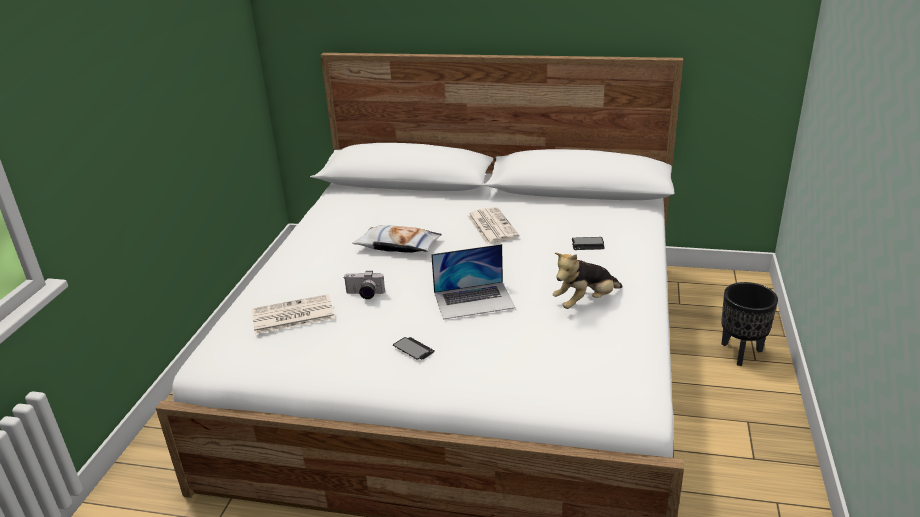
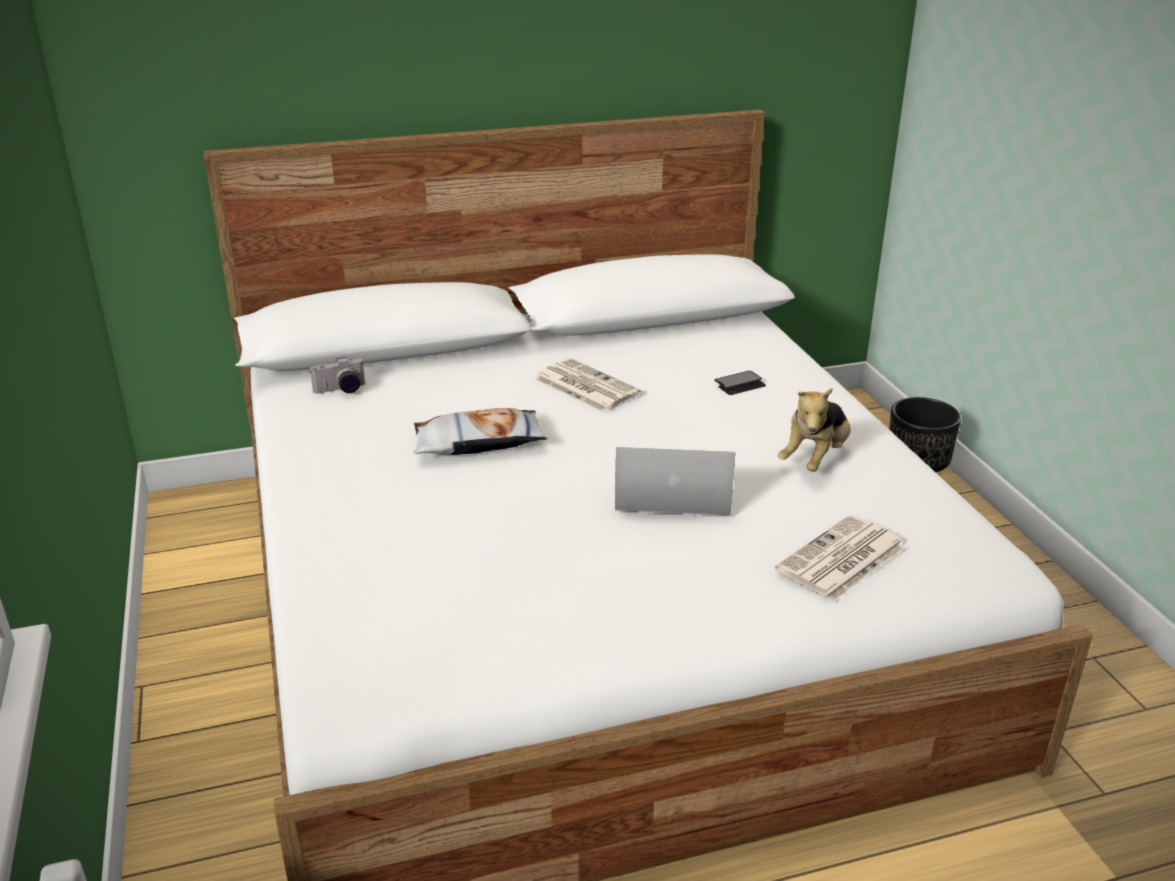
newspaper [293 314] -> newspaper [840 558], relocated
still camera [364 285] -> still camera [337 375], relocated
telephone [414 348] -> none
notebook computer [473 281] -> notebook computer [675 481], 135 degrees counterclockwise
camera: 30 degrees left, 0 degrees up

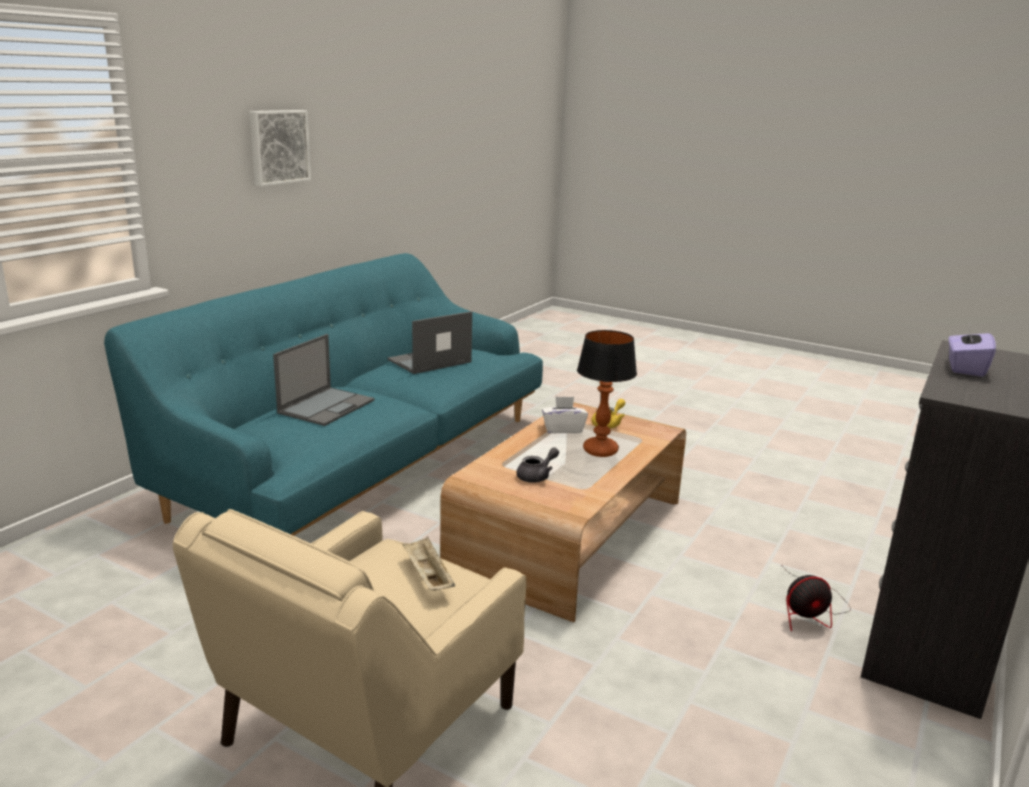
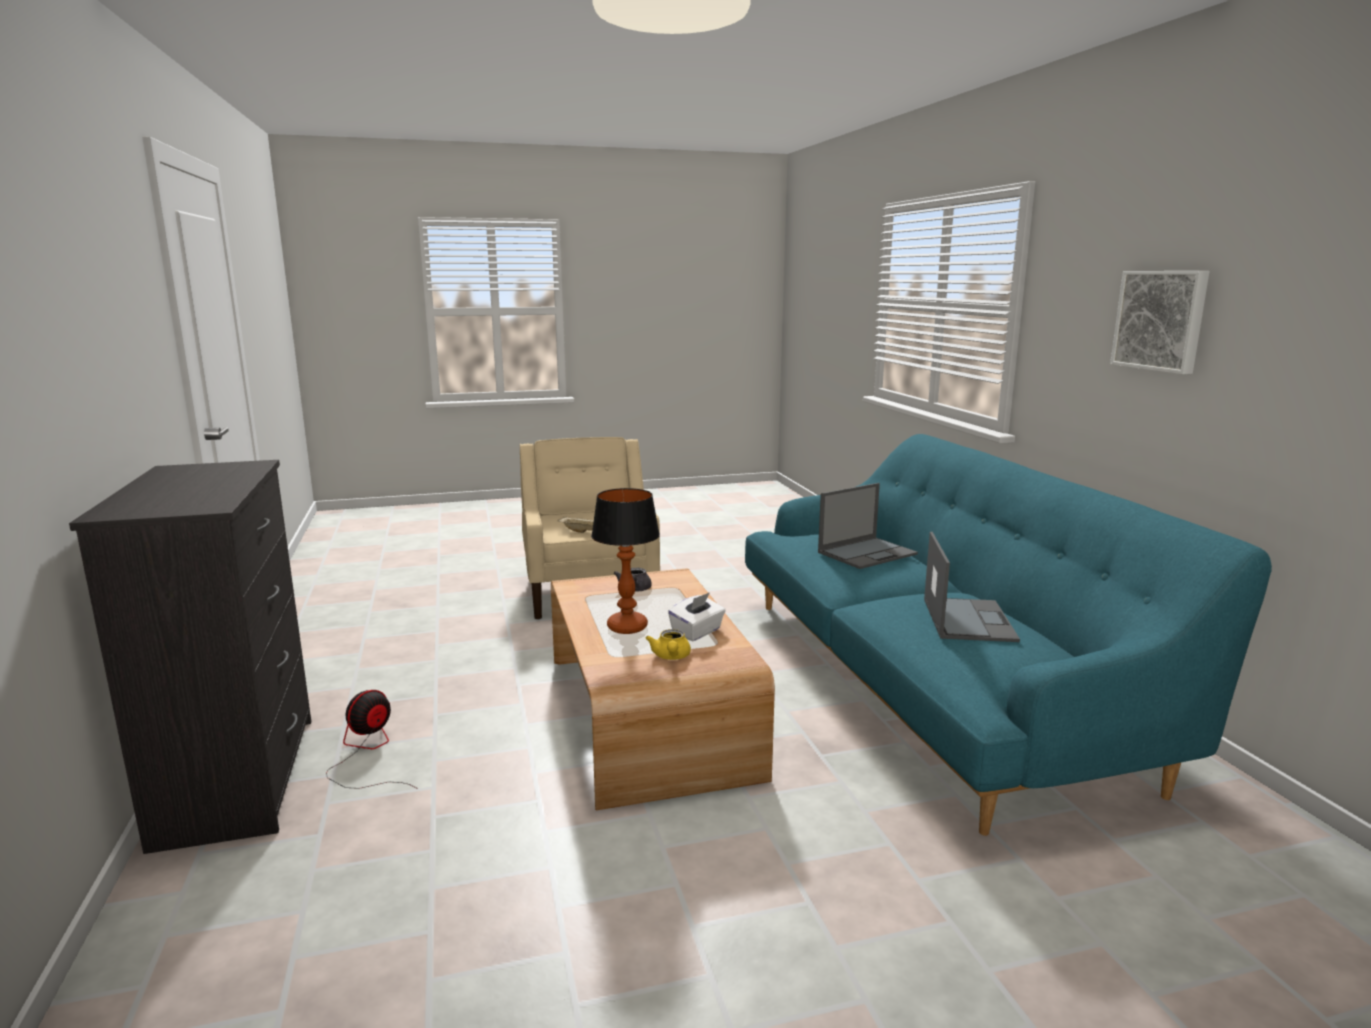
notebook computer [324 380] -> notebook computer [868 526], 105 degrees counterclockwise
tissue holder in purple-coloured [972 350] -> none
camera: 135 degrees right, 5 degrees down

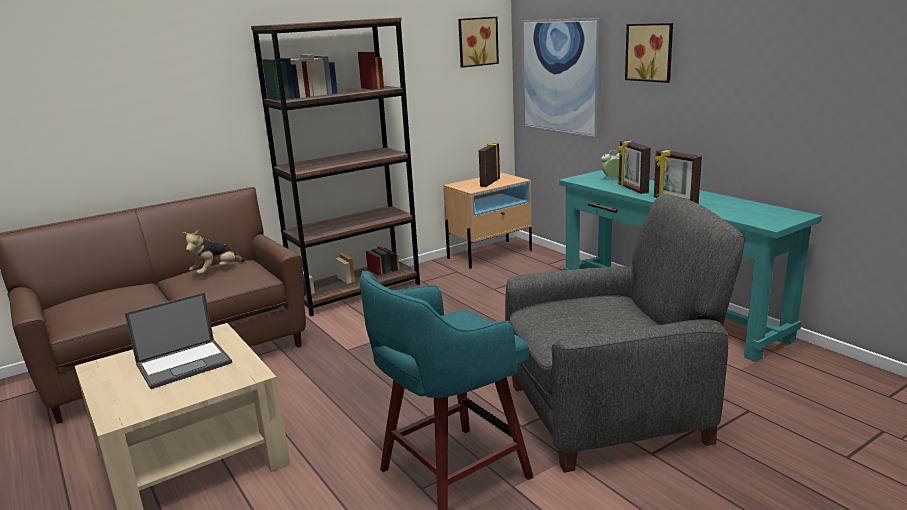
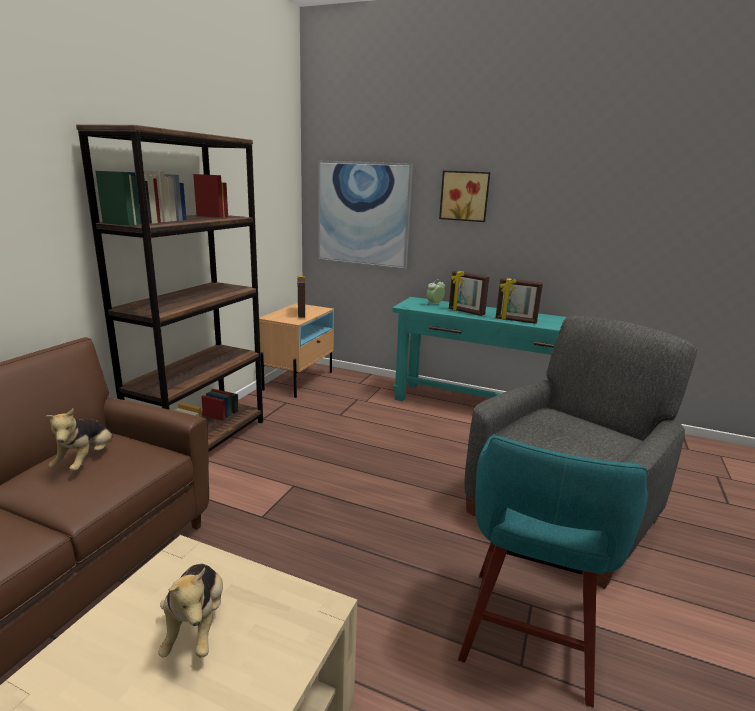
notebook computer [178 340] -> cuddly toy [190 611]
wall picture [478 42] -> none
camera: 35 degrees left, 0 degrees up

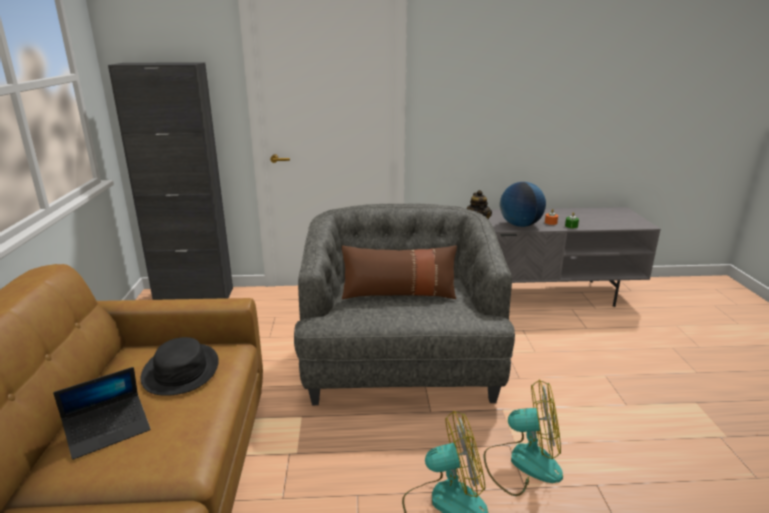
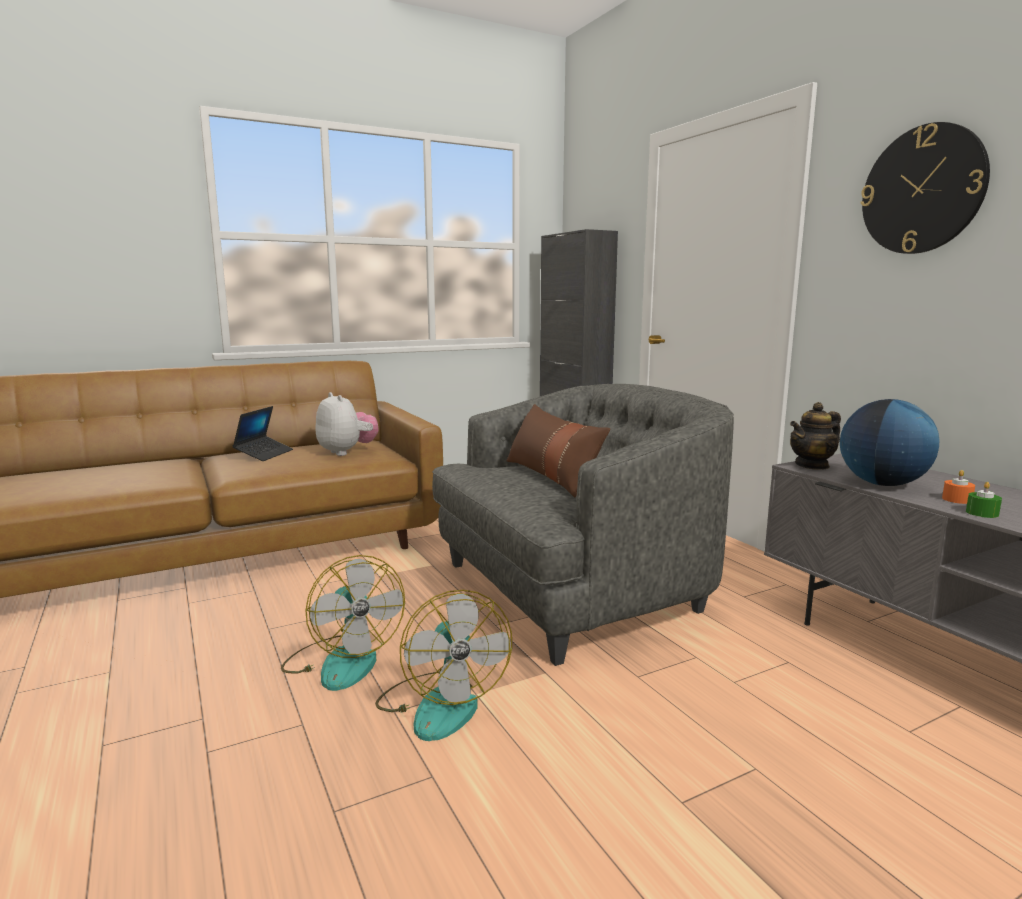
notebook computer [101 413] -> notebook computer [262 433], 105 degrees counterclockwise
clothing hat in black [180 366] -> cuddly toy [347 424]
none -> wall clock [925 188]
camera: 65 degrees right, 10 degrees down

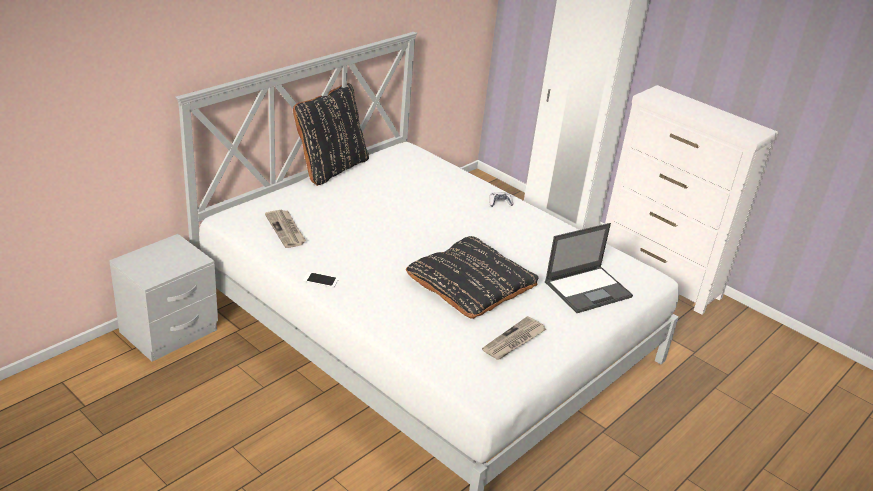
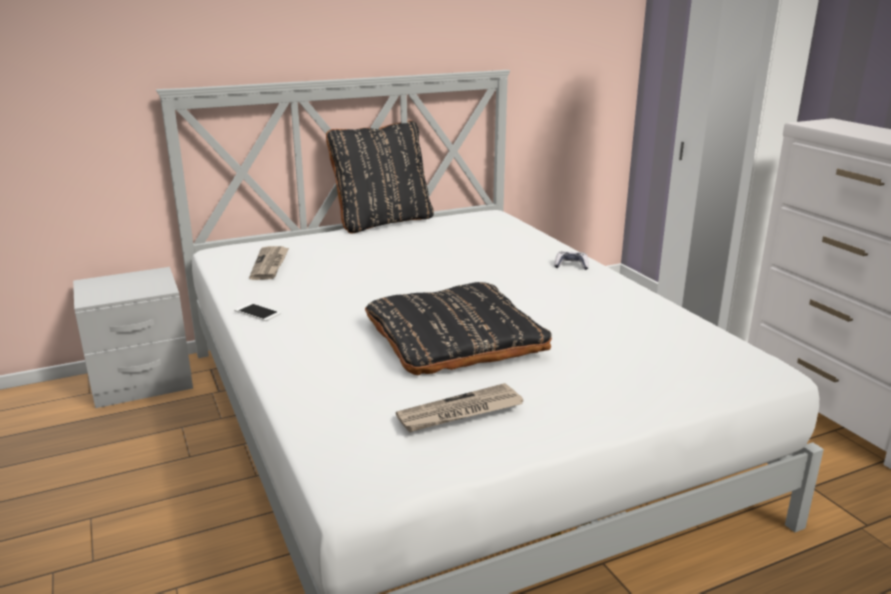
notebook computer [589 268] -> none
camera: 25 degrees right, 10 degrees down

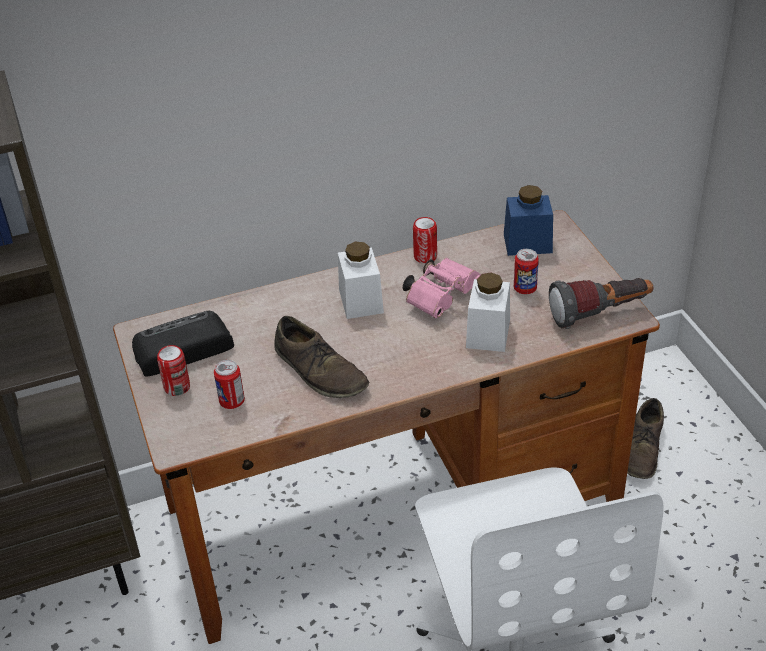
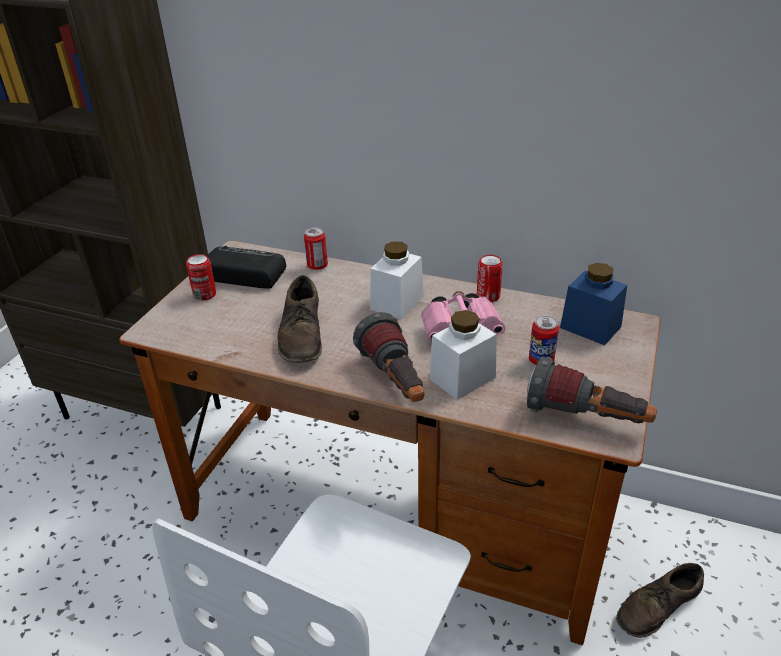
sealed can [229 384] -> sealed can [316 248], relocated
none -> torch [388 357]
camera: 40 degrees right, 5 degrees down

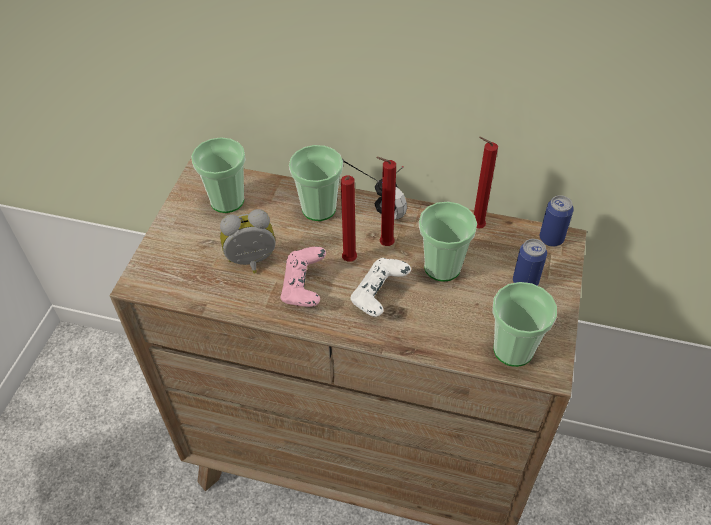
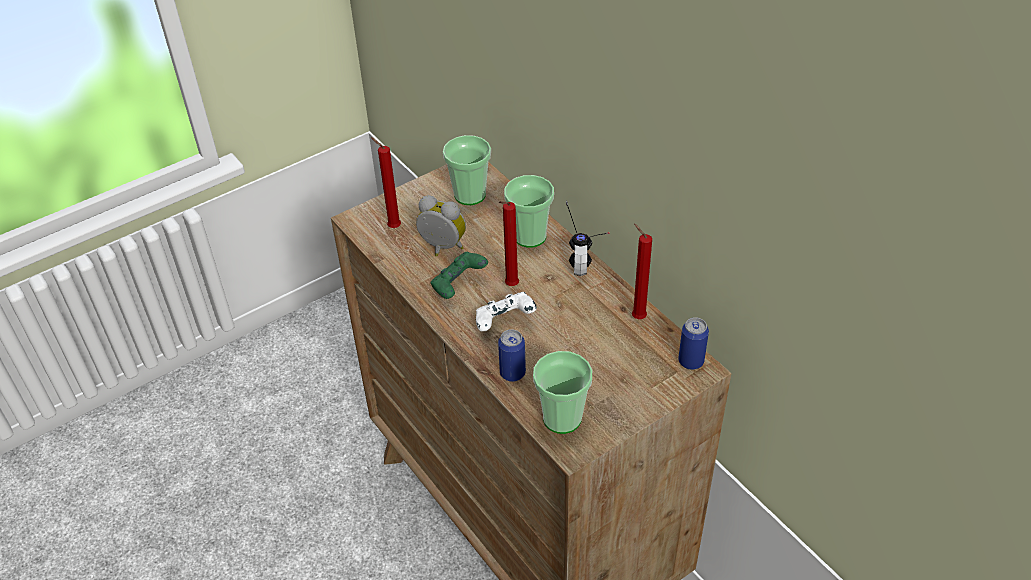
joypad in pink [303 277] -> joypad in green-coloured [459 275]
wax light in red-coloured [386 201] -> wax light in red-coloured [386 182], relocated
drinking cup [448 241] -> none
sealed can [530 262] -> sealed can [512 355], relocated
camera: 40 degrees right, 5 degrees down

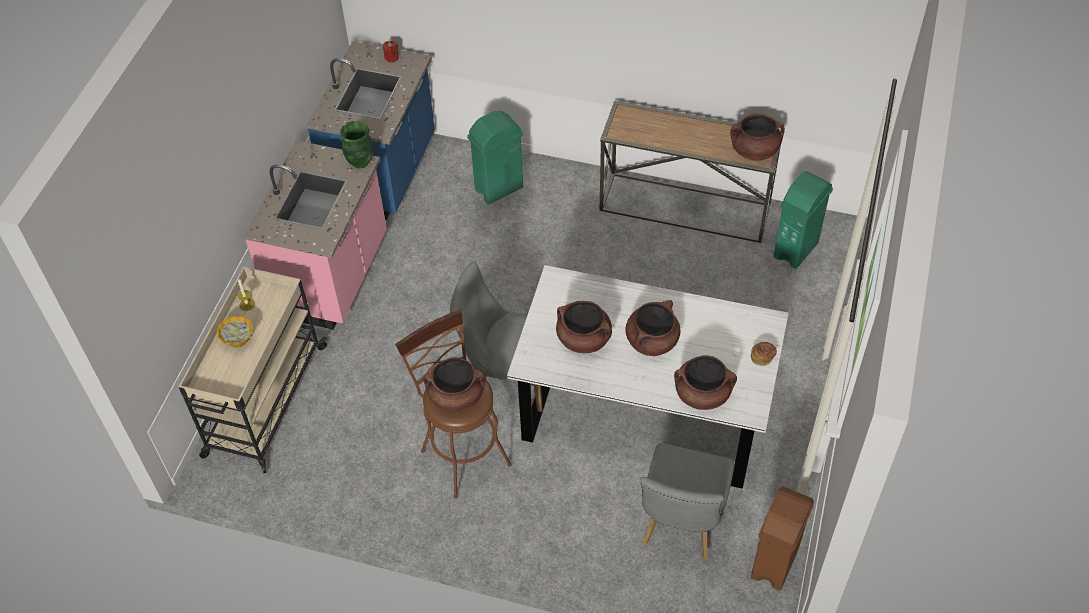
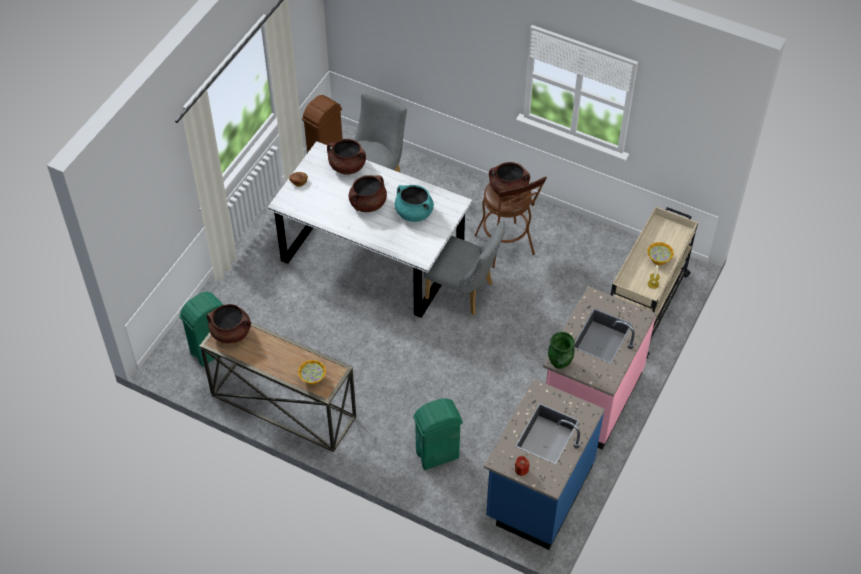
saucepot in brown [584 327] -> saucepot in turquoise-coloured [414 203]
none -> bowl [312 372]
camera: 170 degrees left, 0 degrees up

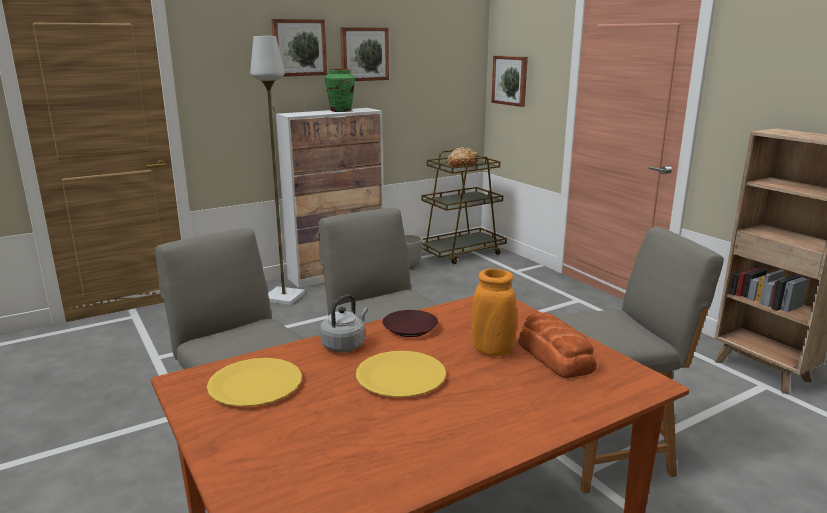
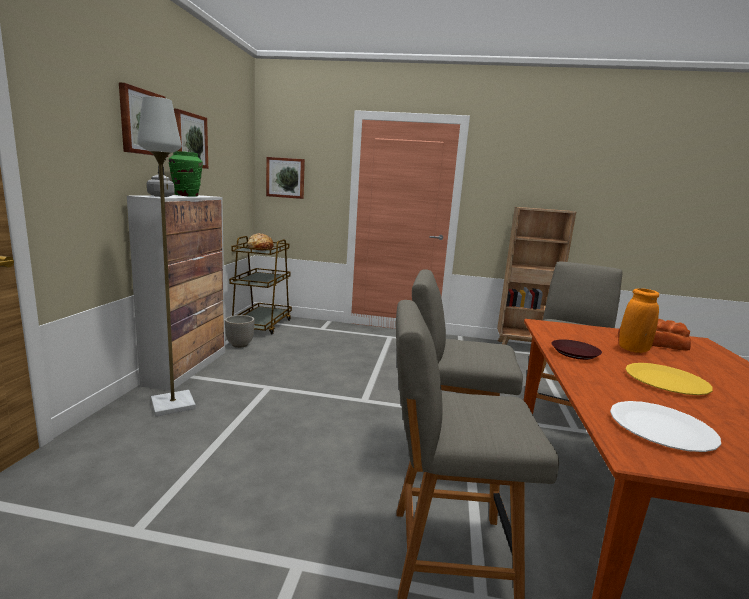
dinner plate in yellow [254 382] -> dinner plate in white-coloured [665 426]
water kettle in greyish [344 323] -> water kettle in greyish [161 181], relocated
camera: 50 degrees left, 5 degrees down

